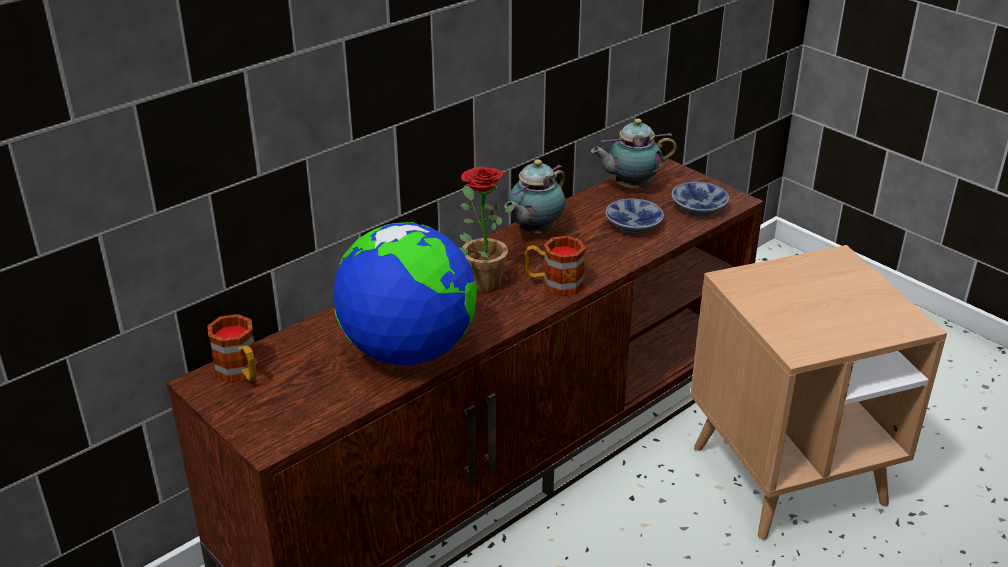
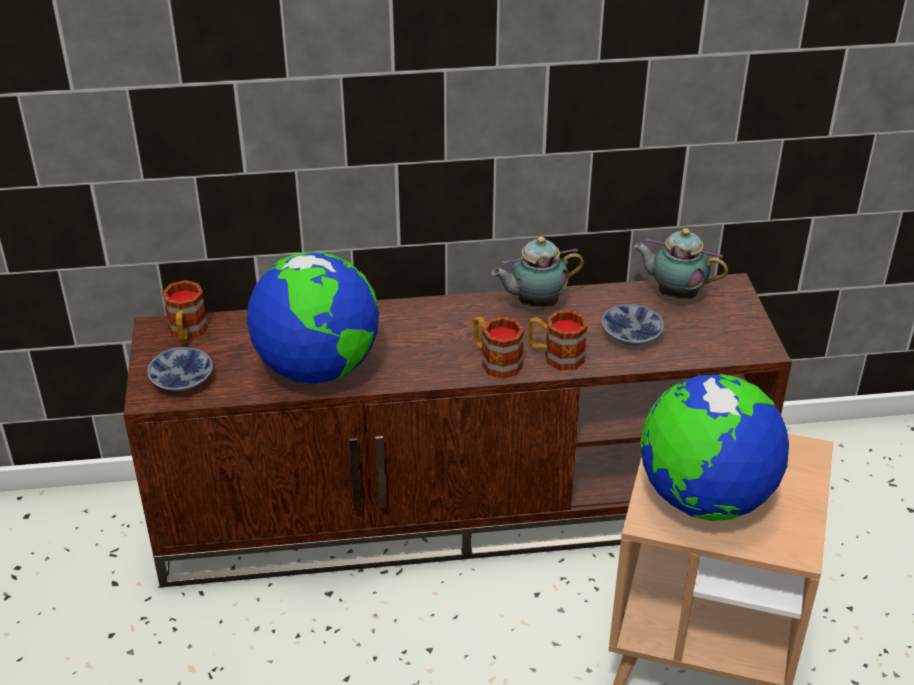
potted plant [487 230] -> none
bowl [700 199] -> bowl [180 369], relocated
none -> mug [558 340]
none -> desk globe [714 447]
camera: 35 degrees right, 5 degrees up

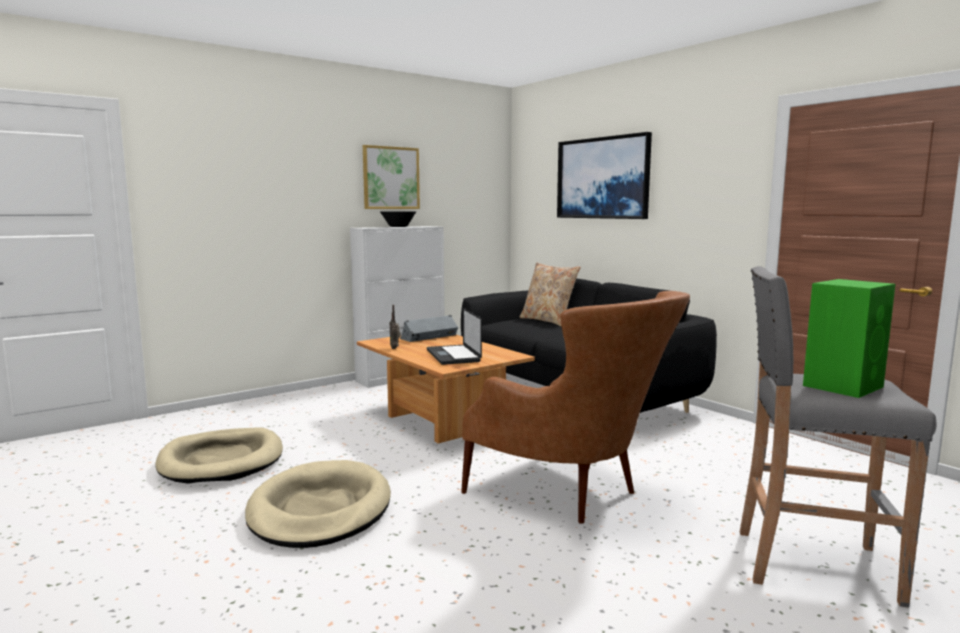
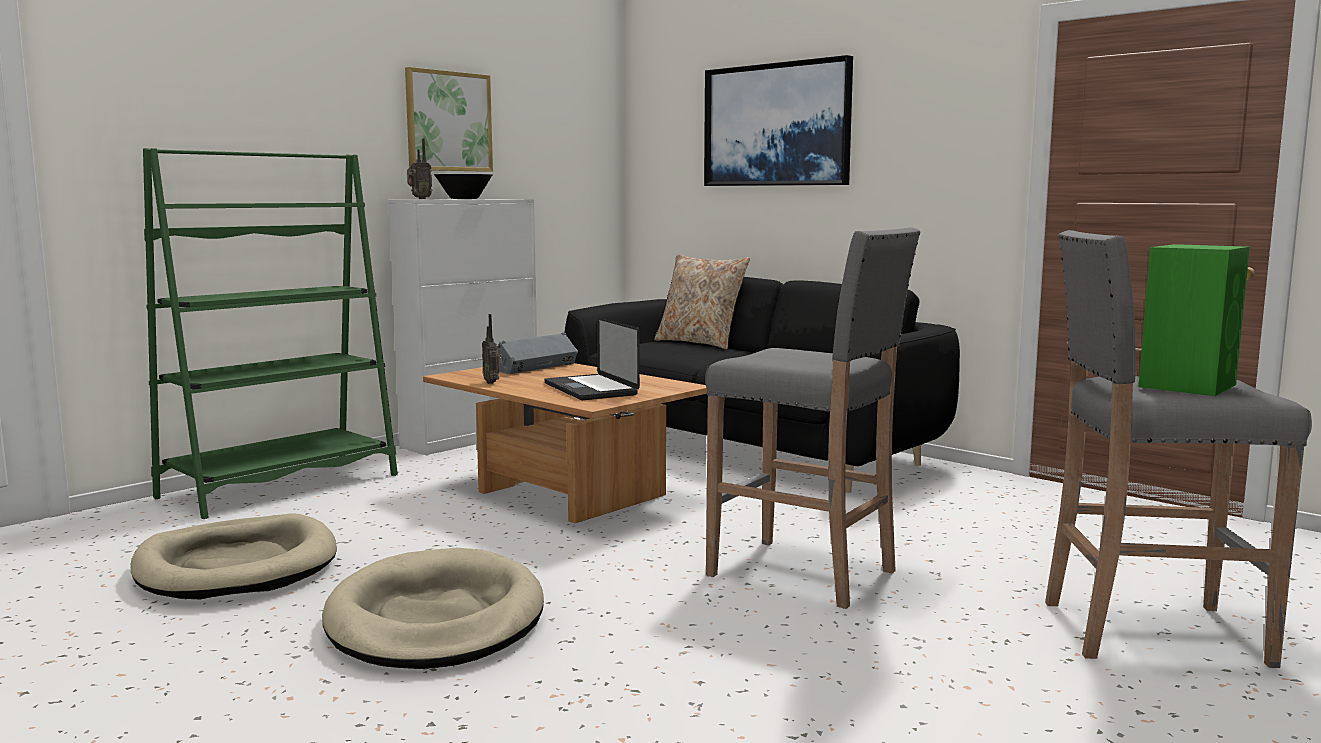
easy chair in brown [575 407] -> stool seat in greyish [812 418]
none -> shelving unit in green-coloured [270 333]
none -> radio receiver [419 169]
camera: 10 degrees left, 0 degrees up

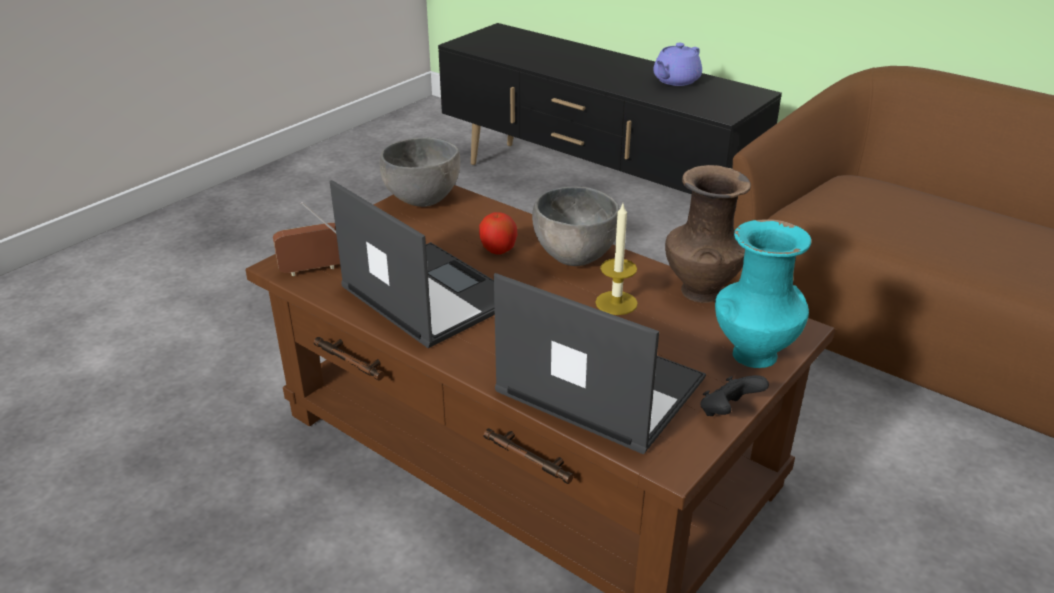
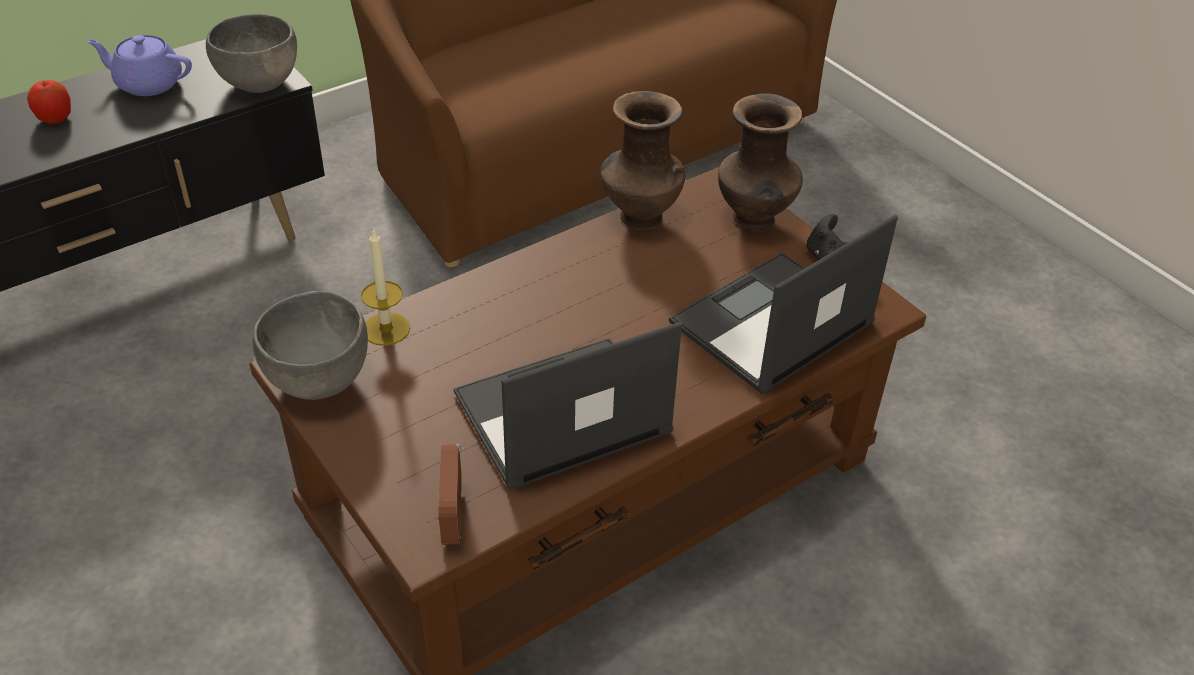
whole apple [498 233] -> whole apple [49 102], relocated
bowl in greyish [576 226] -> bowl in greyish [251 53], relocated
wax light [616 259] -> wax light [385 287], relocated
pot for tea in purple-coloured [677 64] -> pot for tea in purple-coloured [139 65], 135 degrees clockwise
vase in turquoise-coloured [763 293] -> vase in brown [760 162]
camera: 75 degrees left, 10 degrees up

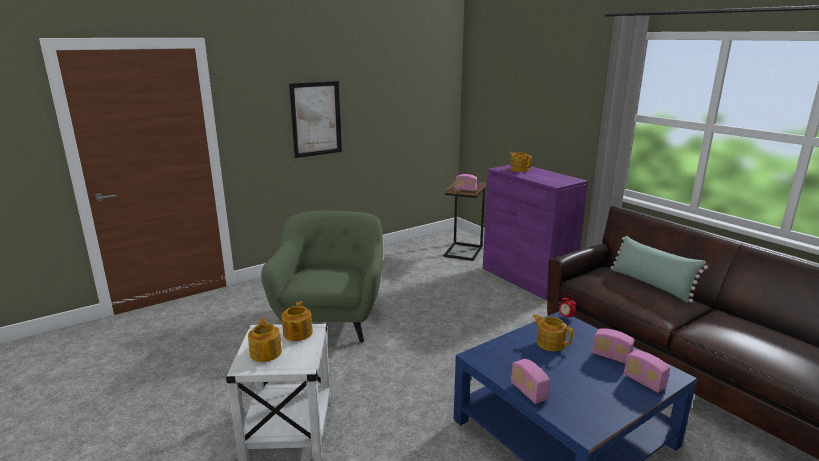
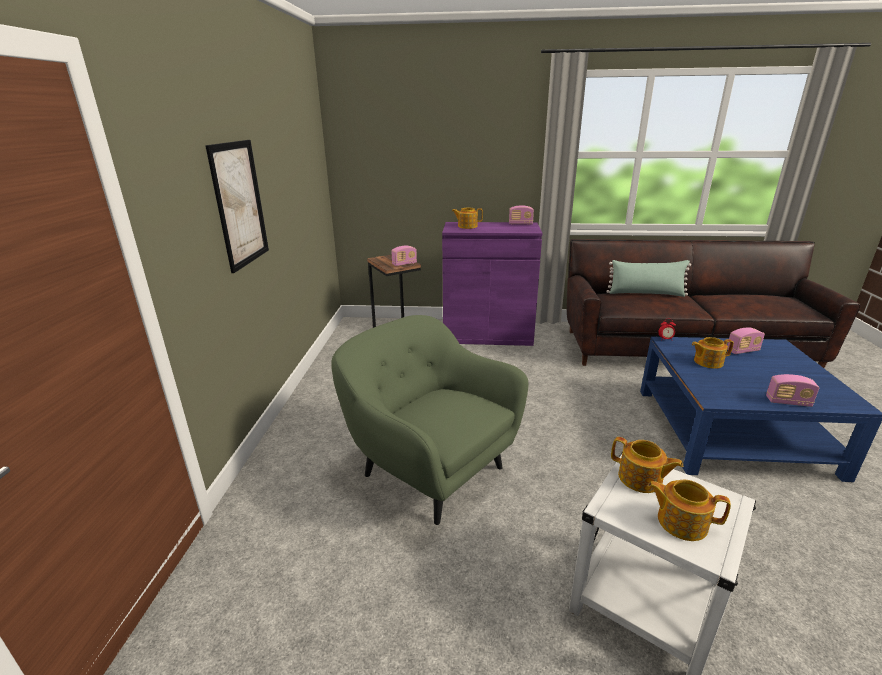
radio receiver [647 371] -> radio receiver [521 215], relocated
camera: 50 degrees left, 5 degrees up

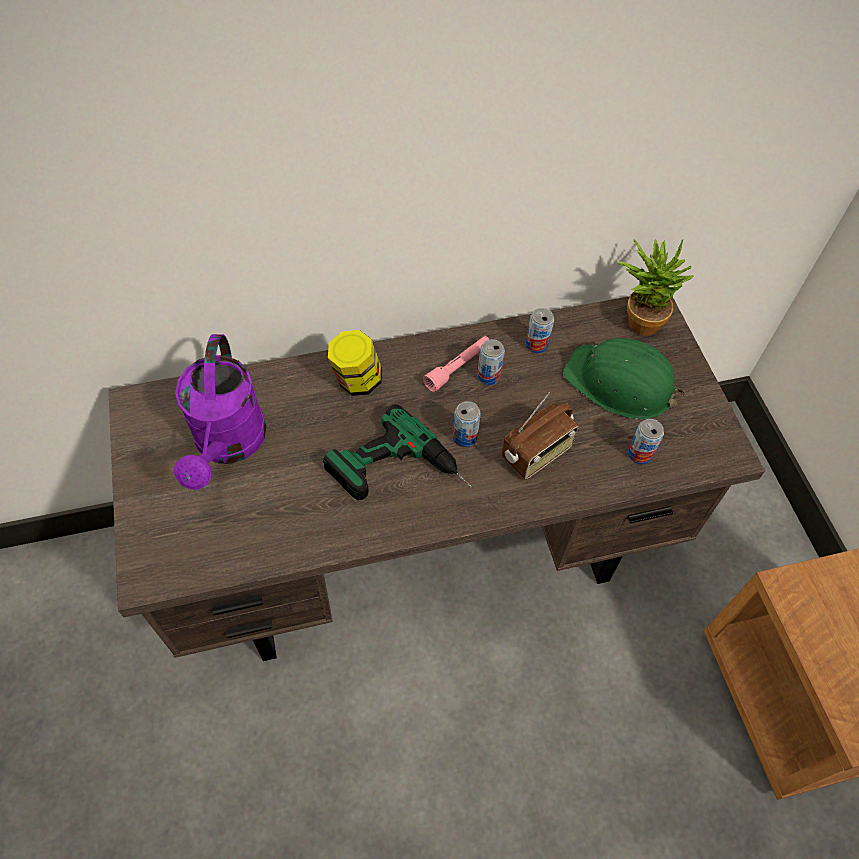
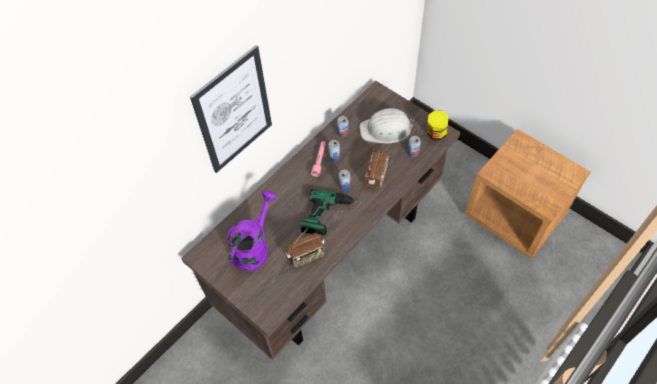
sprinkling can in purple-coloured [220 412] -> sprinkling can in purple-coloured [252 230], 120 degrees counterclockwise
storage jar [355 363] -> storage jar [438 125], relocated
safety helmet in green-coloured [624 379] -> safety helmet in white-coloured [387 126]
potted plant [655 287] -> none
none -> wall picture [231 109]
none -> radio receiver [305 248]
camera: 30 degrees left, 0 degrees up

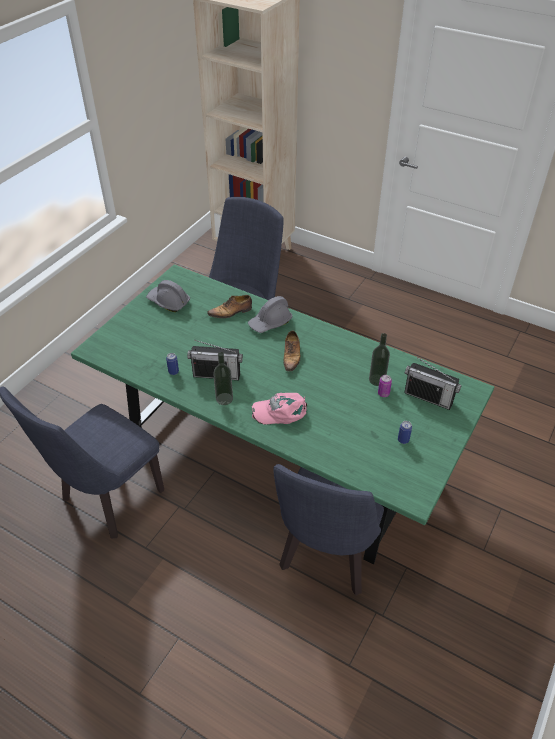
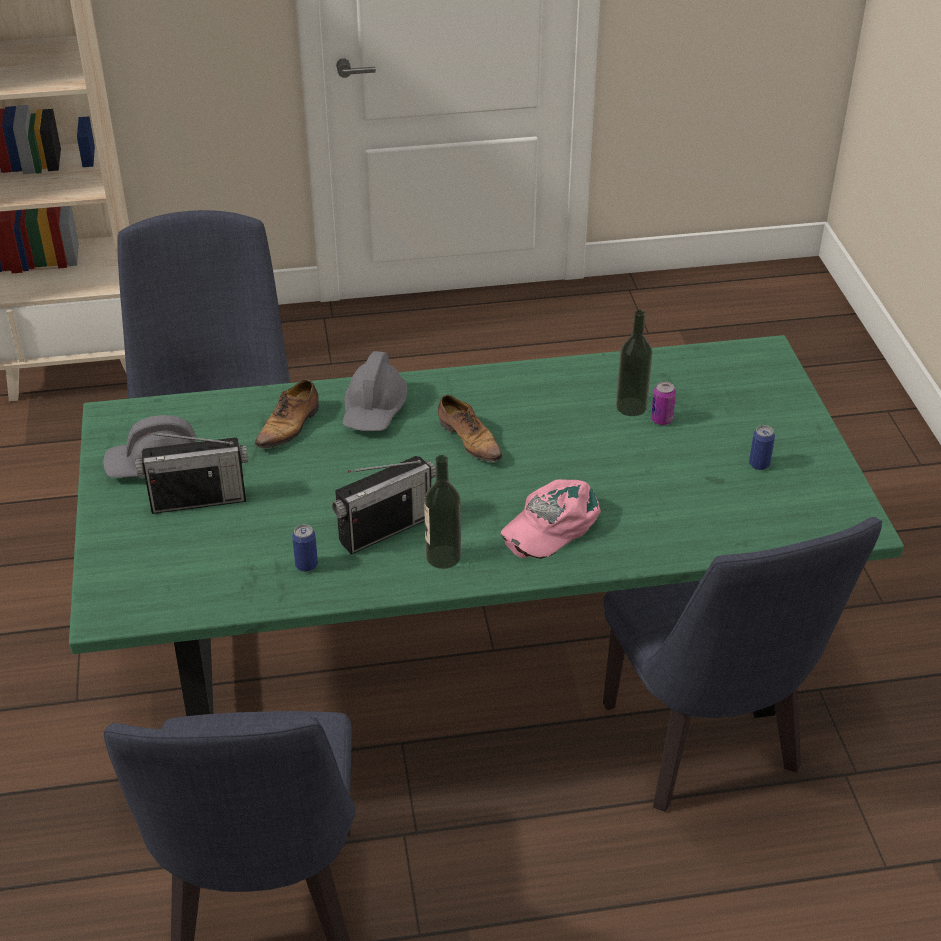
radio receiver [433 383] -> radio receiver [191 473], relocated
camera: 40 degrees left, 5 degrees down

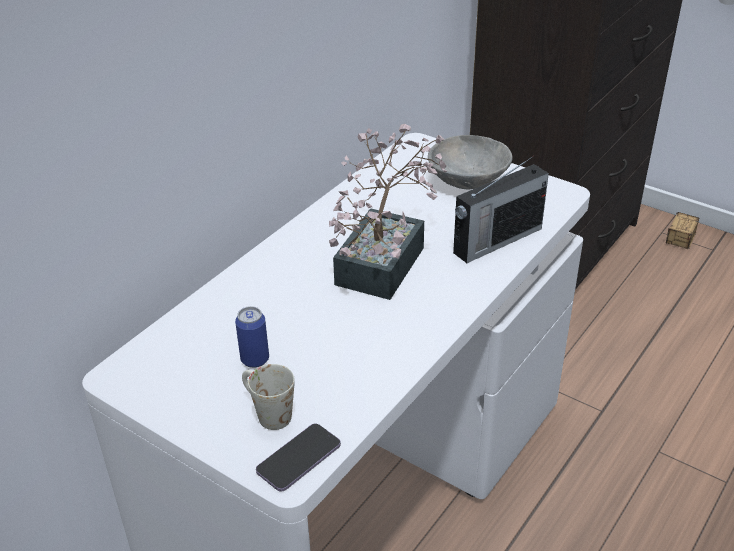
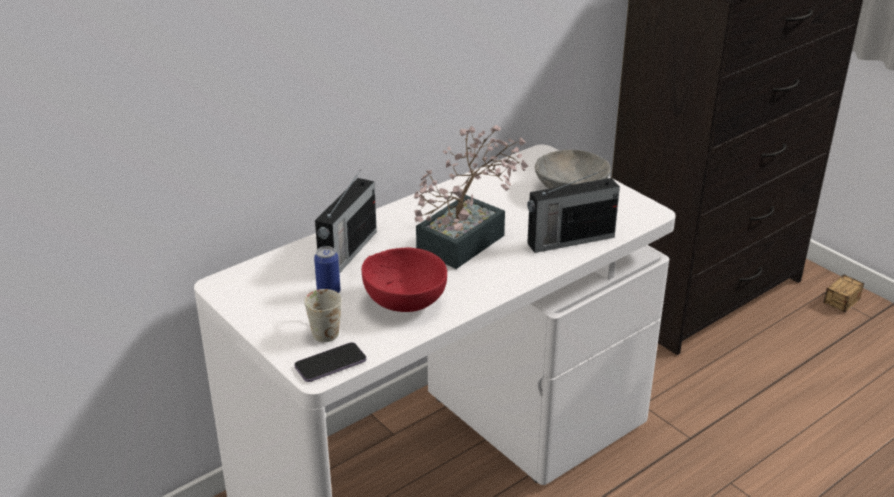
none -> radio receiver [346 222]
none -> bowl in red-coloured [404 279]
camera: 15 degrees right, 5 degrees down

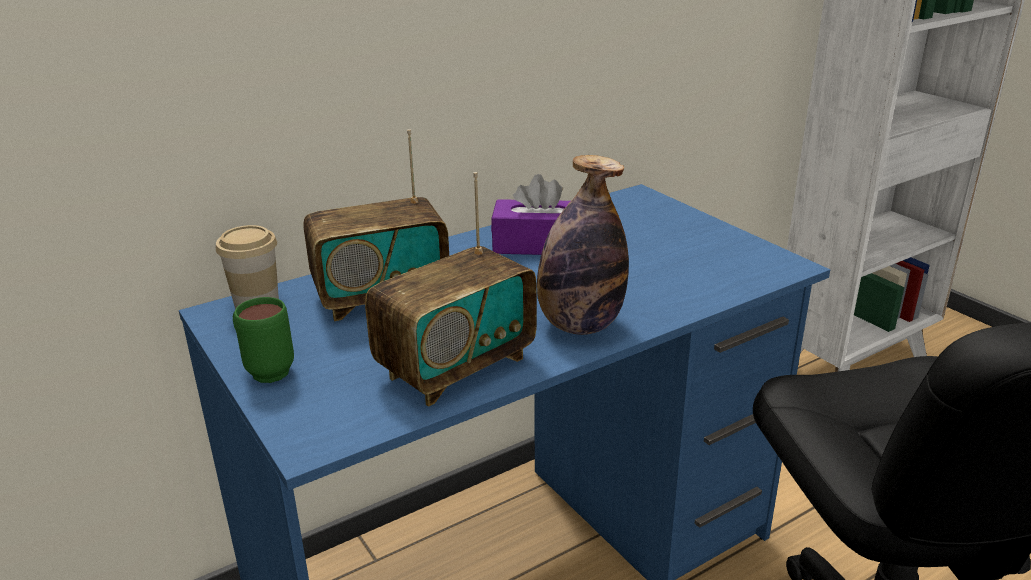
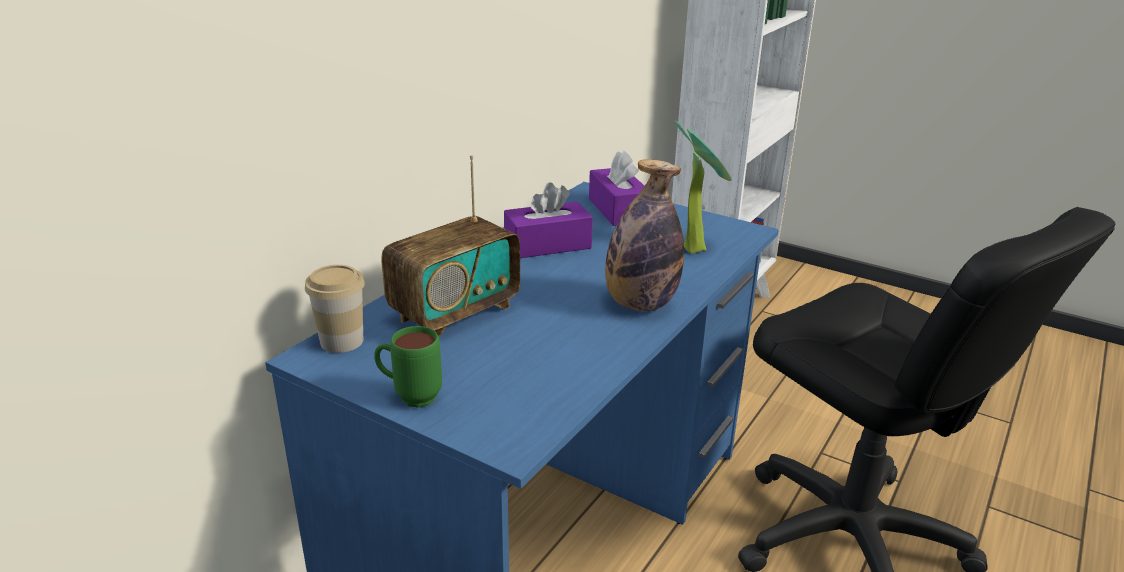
radio receiver [451 289] -> none
none -> tissue holder in purple-coloured [616 188]
none -> potted plant [703 187]
camera: 25 degrees left, 0 degrees up

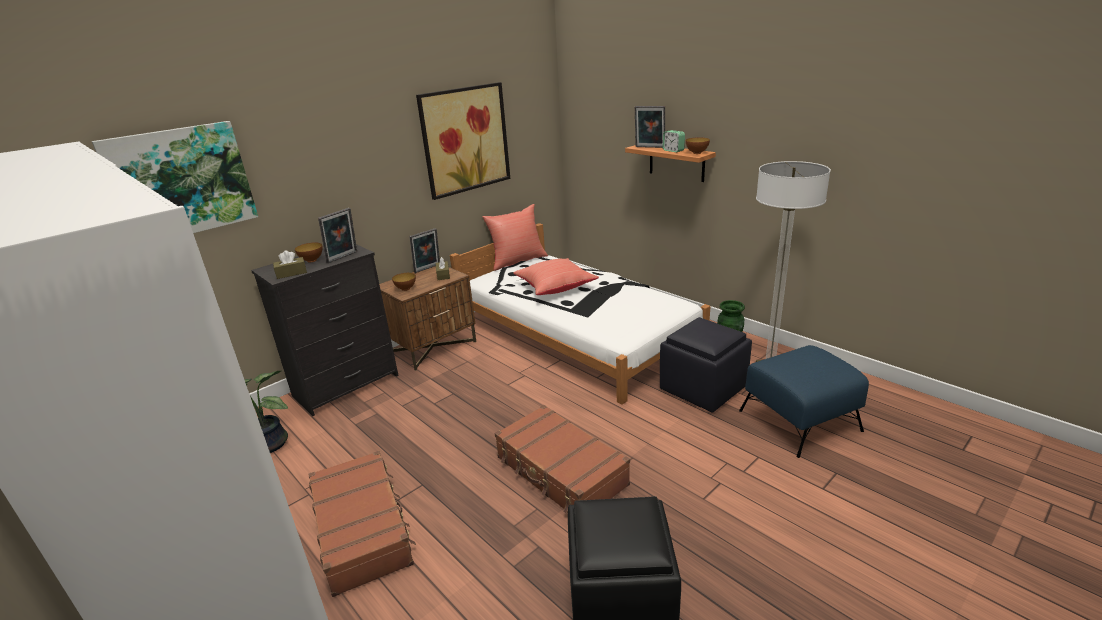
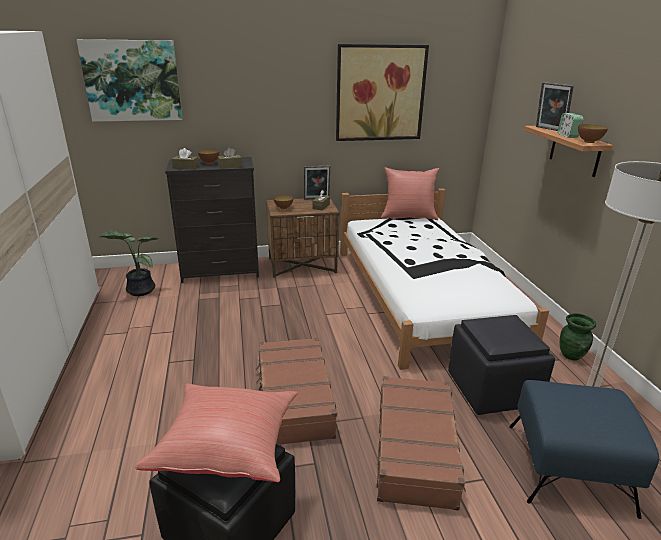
suitcase in brown [362 524] -> suitcase in brown [421 443], relocated
standing frame [337 235] -> tissue holder in brown [229 158]
cushion in red-coloured [556 276] -> cushion in red-coloured [216 433], relocated
camera: 30 degrees right, 0 degrees up

